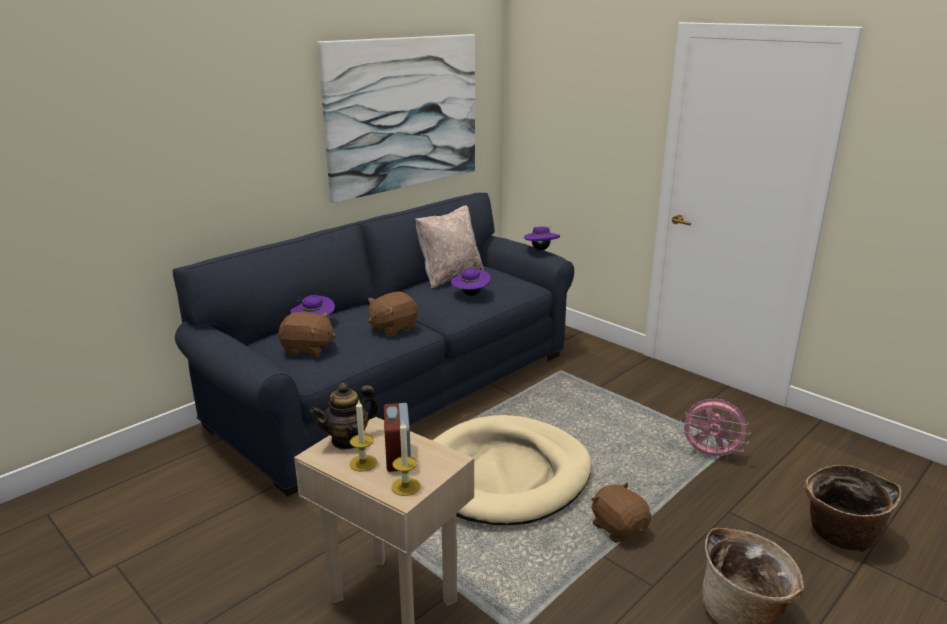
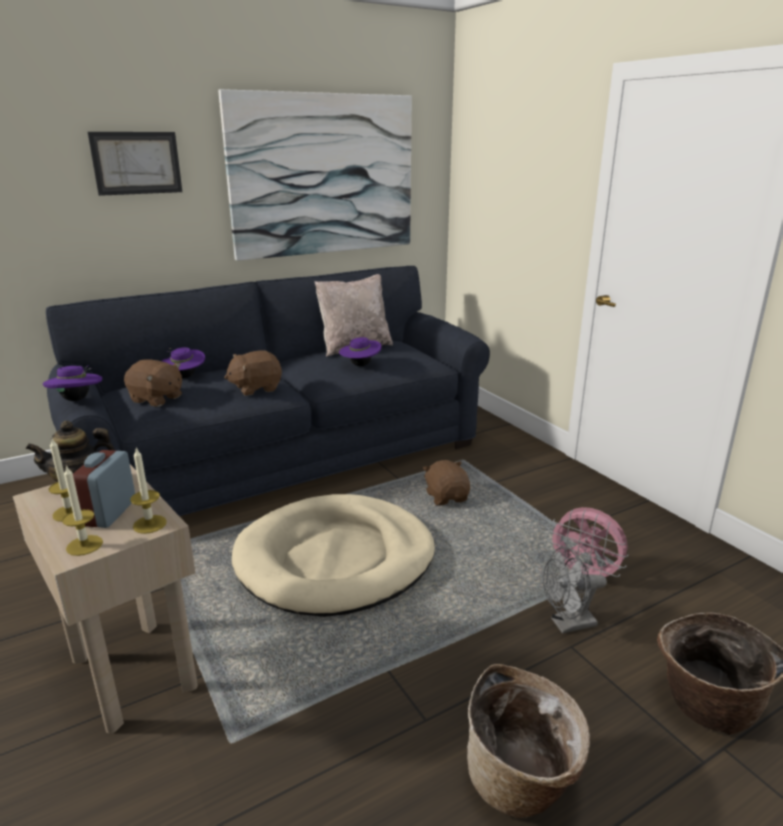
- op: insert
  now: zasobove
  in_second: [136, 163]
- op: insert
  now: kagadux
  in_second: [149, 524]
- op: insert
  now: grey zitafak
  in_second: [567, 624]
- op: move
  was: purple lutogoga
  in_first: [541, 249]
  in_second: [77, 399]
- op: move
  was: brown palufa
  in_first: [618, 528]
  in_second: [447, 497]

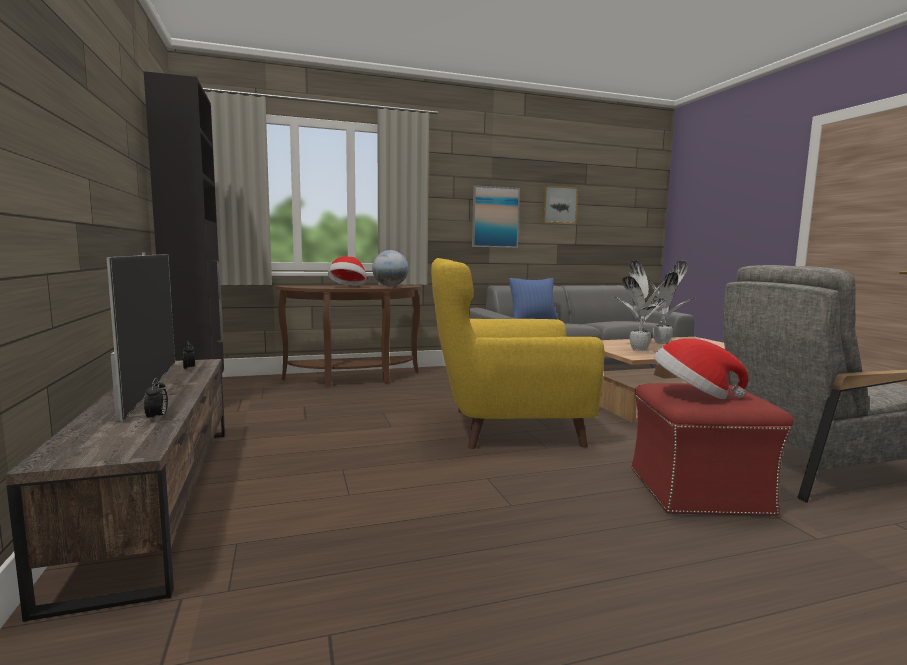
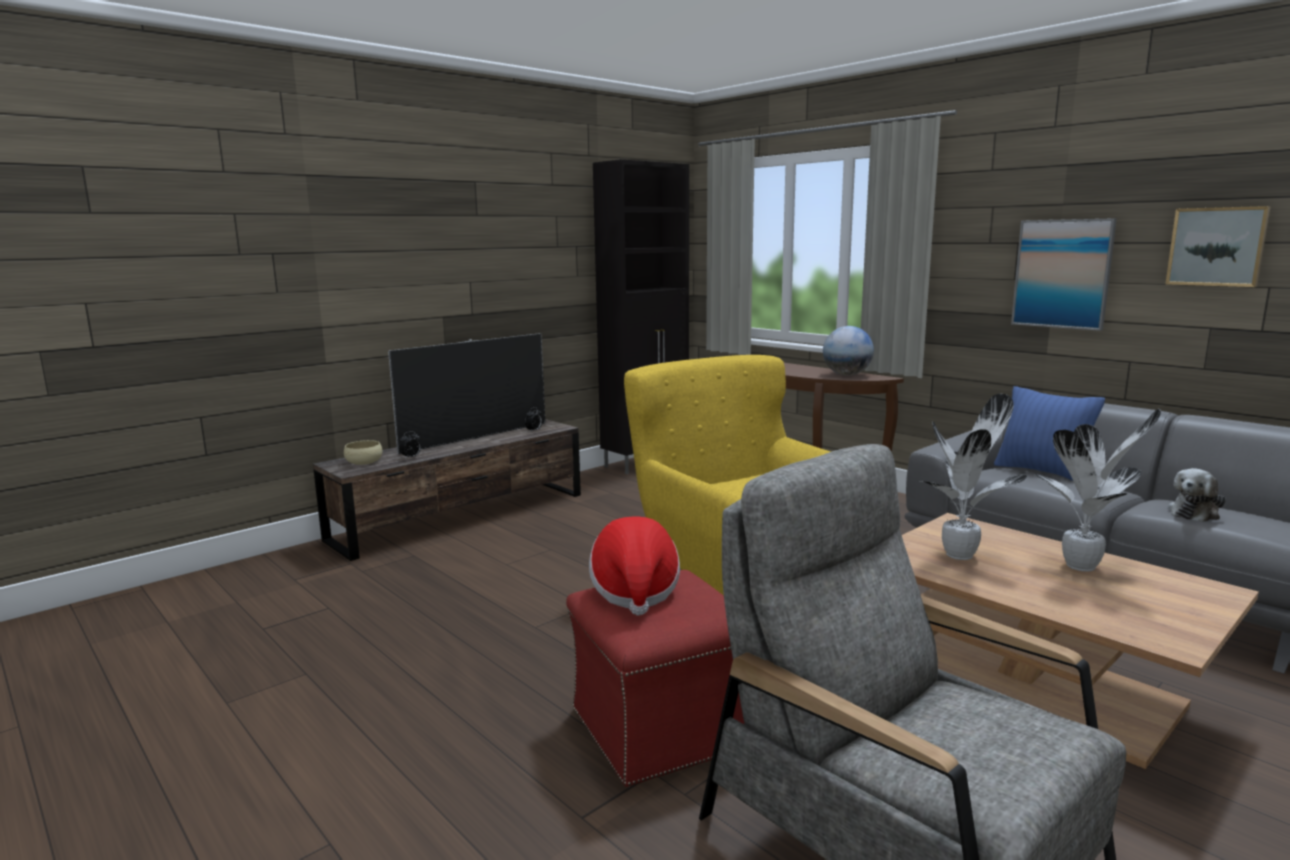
- op: delete
  was: lutogoga
  in_first: [348, 287]
- op: insert
  now: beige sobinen
  in_second: [364, 462]
- op: insert
  now: palufa
  in_second: [1195, 513]

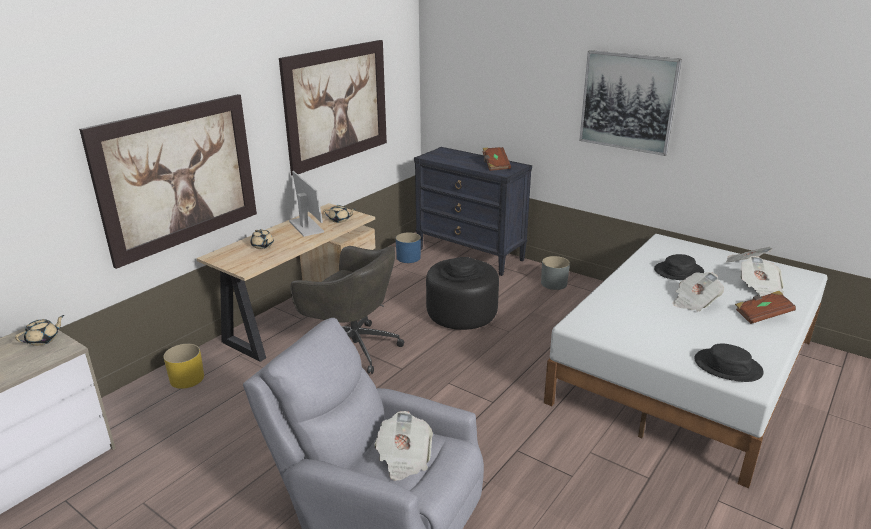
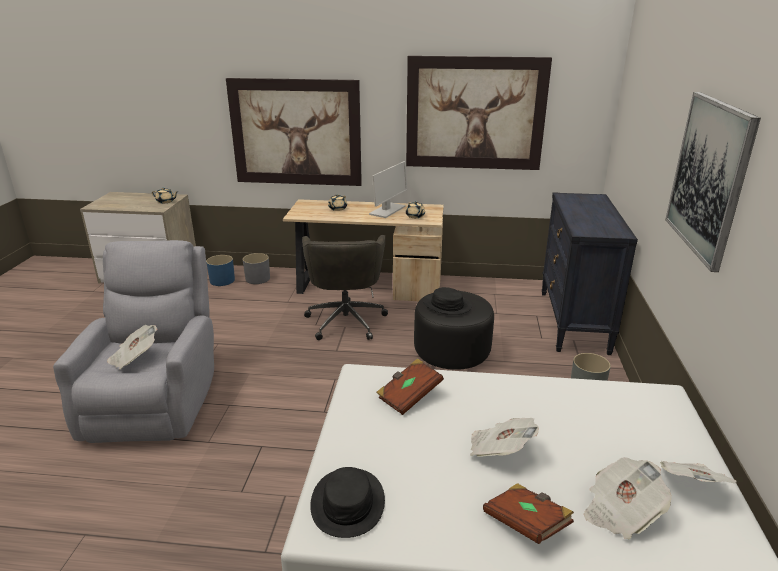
- op: delete
  was: black lutogoga
  in_first: [678, 271]
- op: move
  was: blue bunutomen
  in_first: [408, 257]
  in_second: [222, 280]
- op: move
  was: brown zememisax
  in_first: [495, 165]
  in_second: [409, 396]
- op: recolor
  was: yellow bunutomen
  now: grey bunutomen
  in_first: [187, 378]
  in_second: [258, 279]

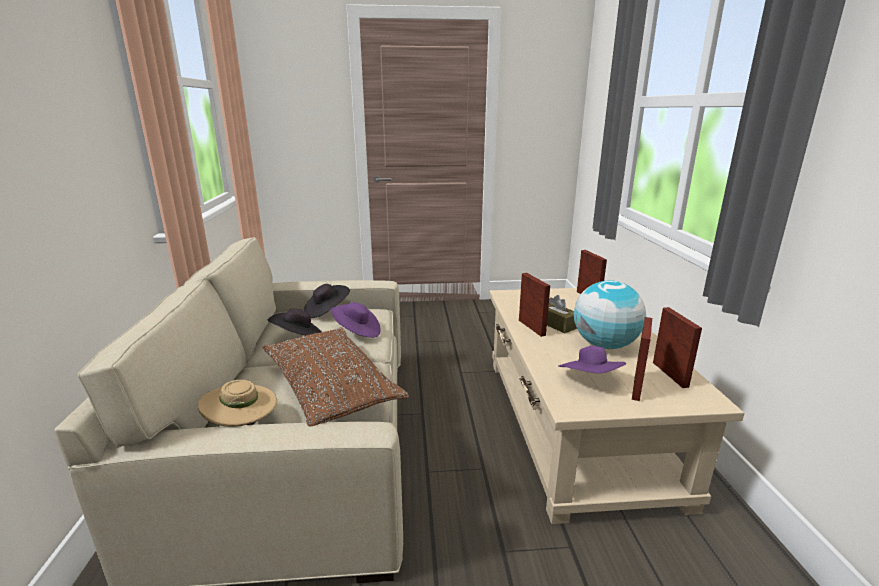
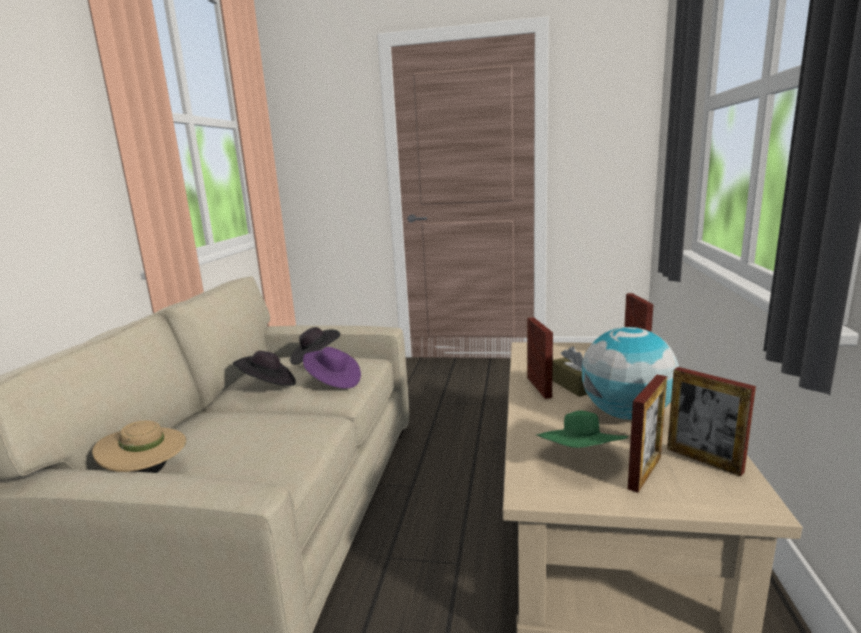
- op: delete
  was: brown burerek
  in_first: [330, 388]
- op: recolor
  was: purple lutogoga
  now: green lutogoga
  in_first: [590, 380]
  in_second: [581, 458]
- op: rotate
  was: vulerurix
  in_first: [670, 374]
  in_second: [704, 460]
  clockwise: 135

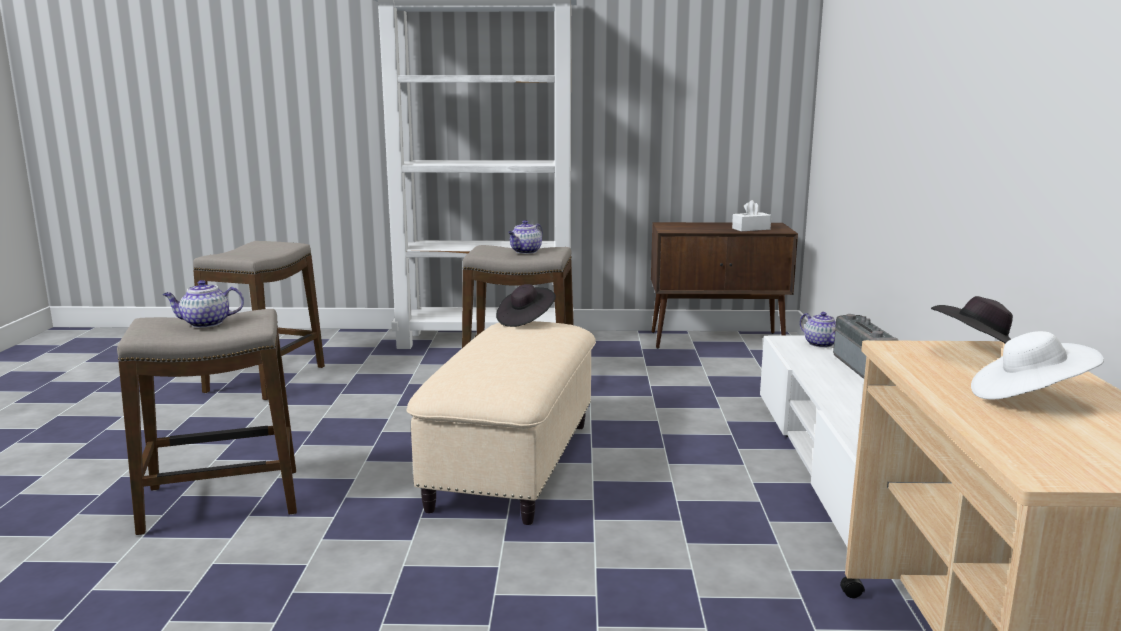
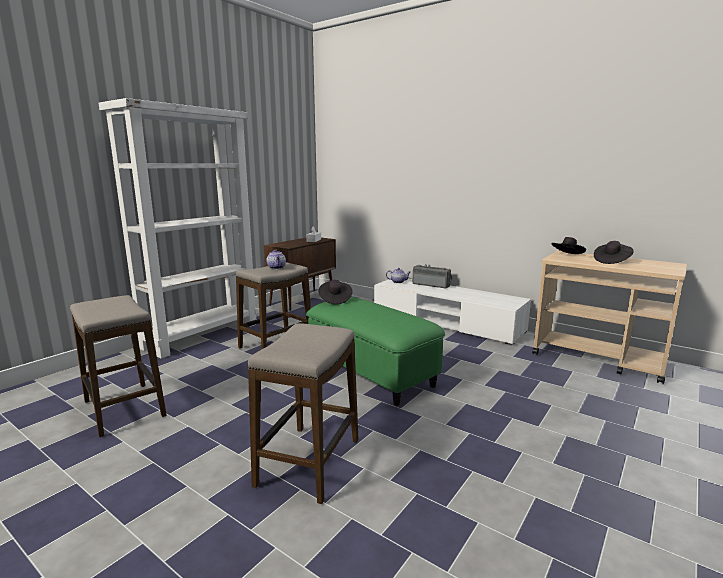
- op: delete
  was: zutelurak
  in_first: [205, 324]
- op: recolor
  was: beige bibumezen
  now: green bibumezen
  in_first: [514, 465]
  in_second: [372, 373]
- op: recolor
  was: white lutogoga
  now: black lutogoga
  in_first: [1028, 397]
  in_second: [611, 261]

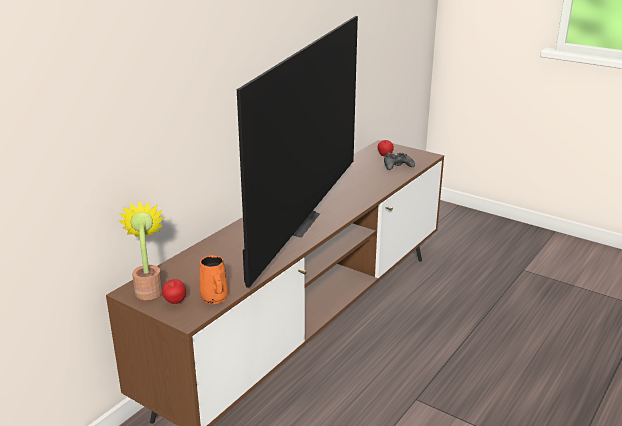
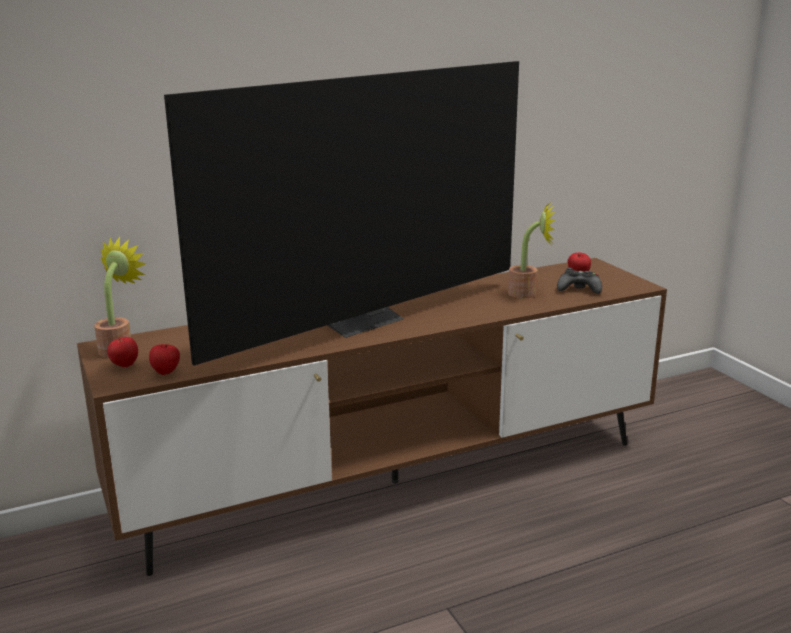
- op: insert
  now: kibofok
  in_second: [528, 293]
- op: replace
  was: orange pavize
  now: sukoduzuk
  in_first: [215, 299]
  in_second: [166, 373]

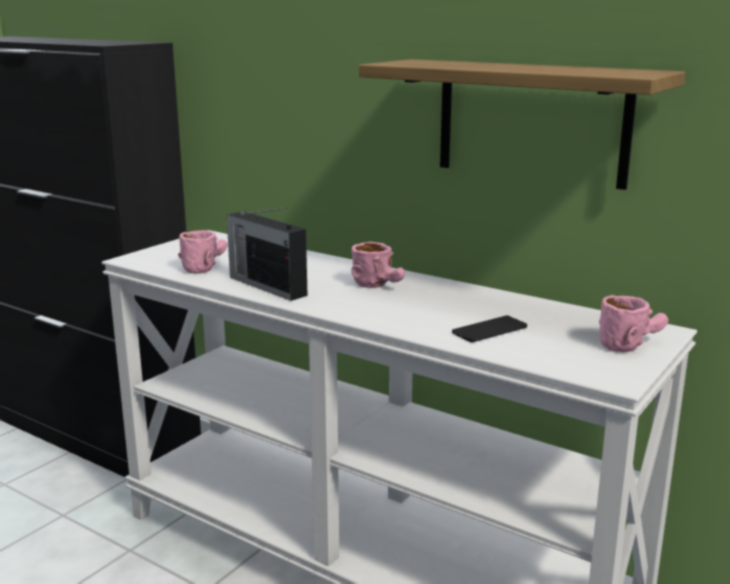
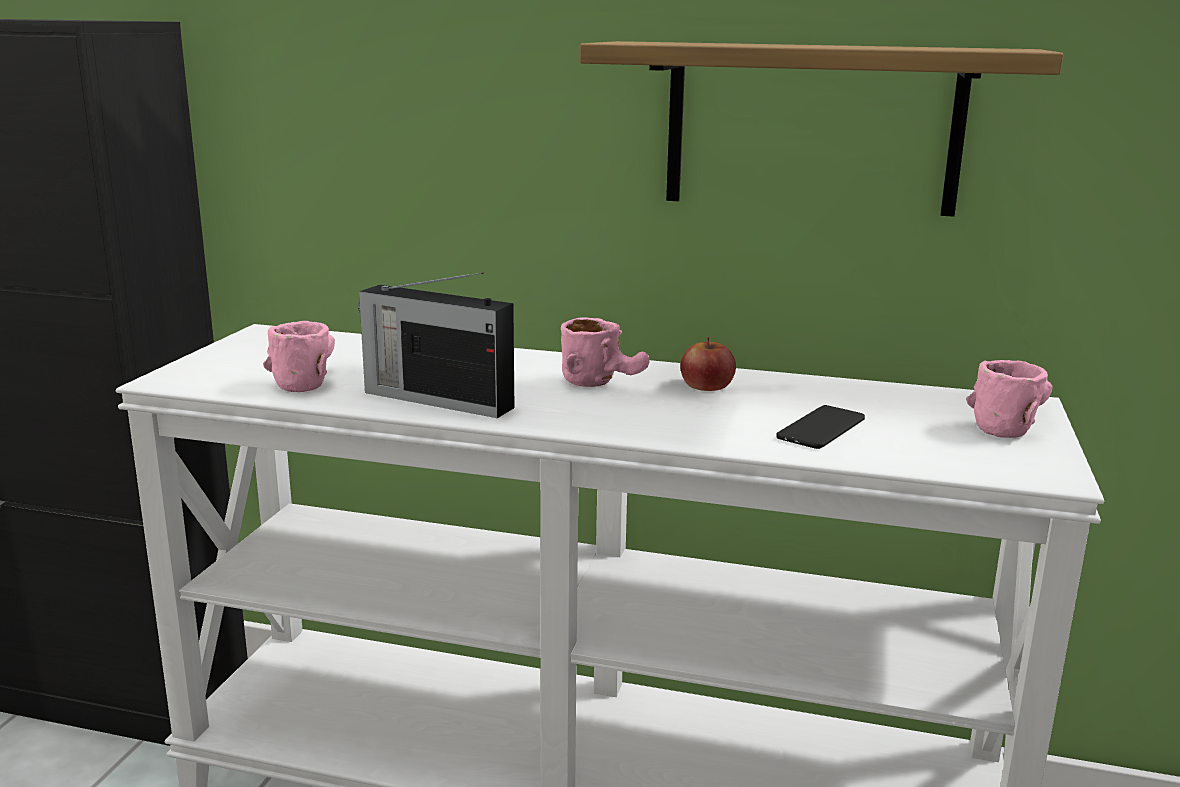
- op: insert
  now: sukoduzuk
  in_second: [707, 385]

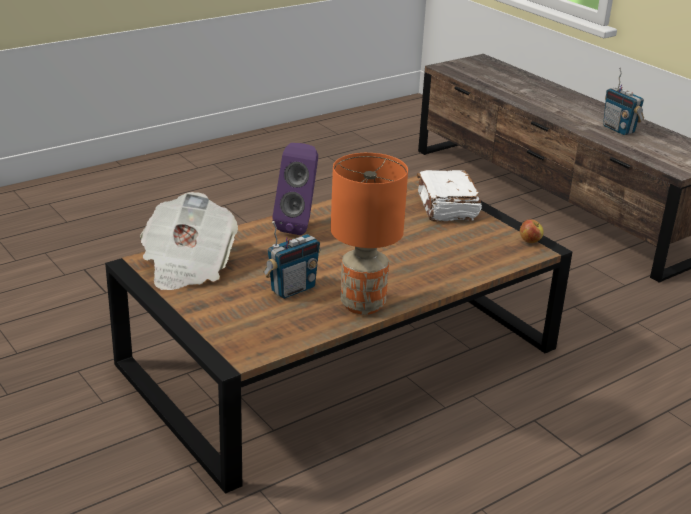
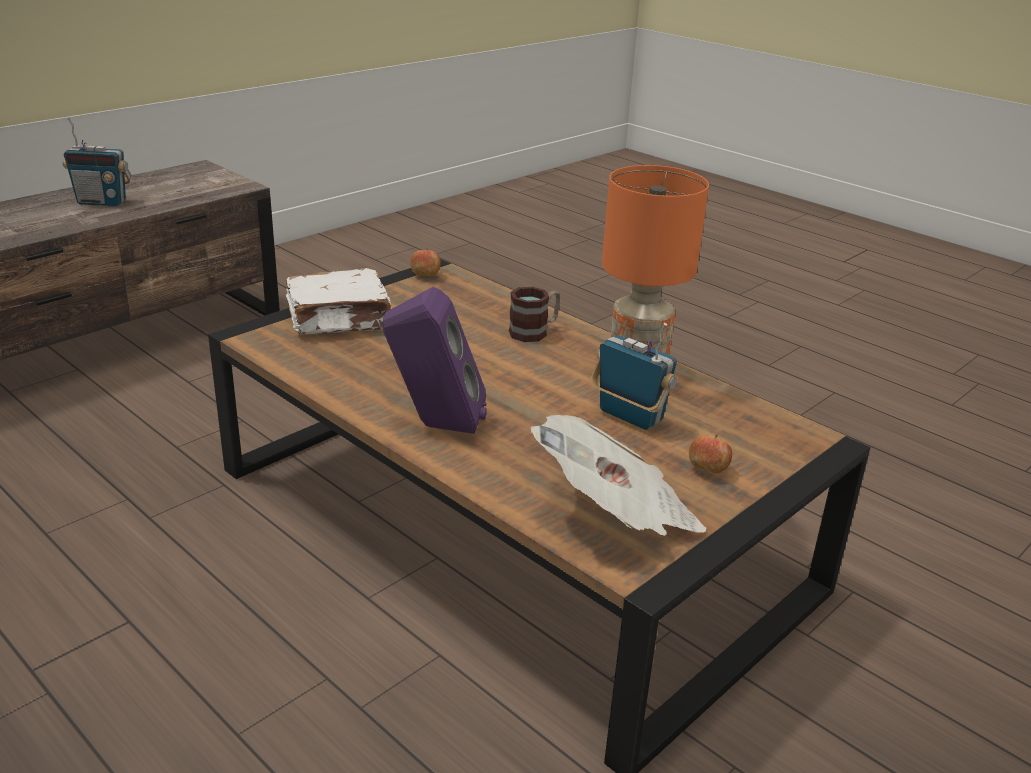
- op: insert
  now: pavize
  in_second: [534, 331]
- op: insert
  now: sukoduzuk
  in_second: [707, 470]
- op: rotate
  was: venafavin
  in_first: [619, 129]
  in_second: [102, 202]
  clockwise: 45

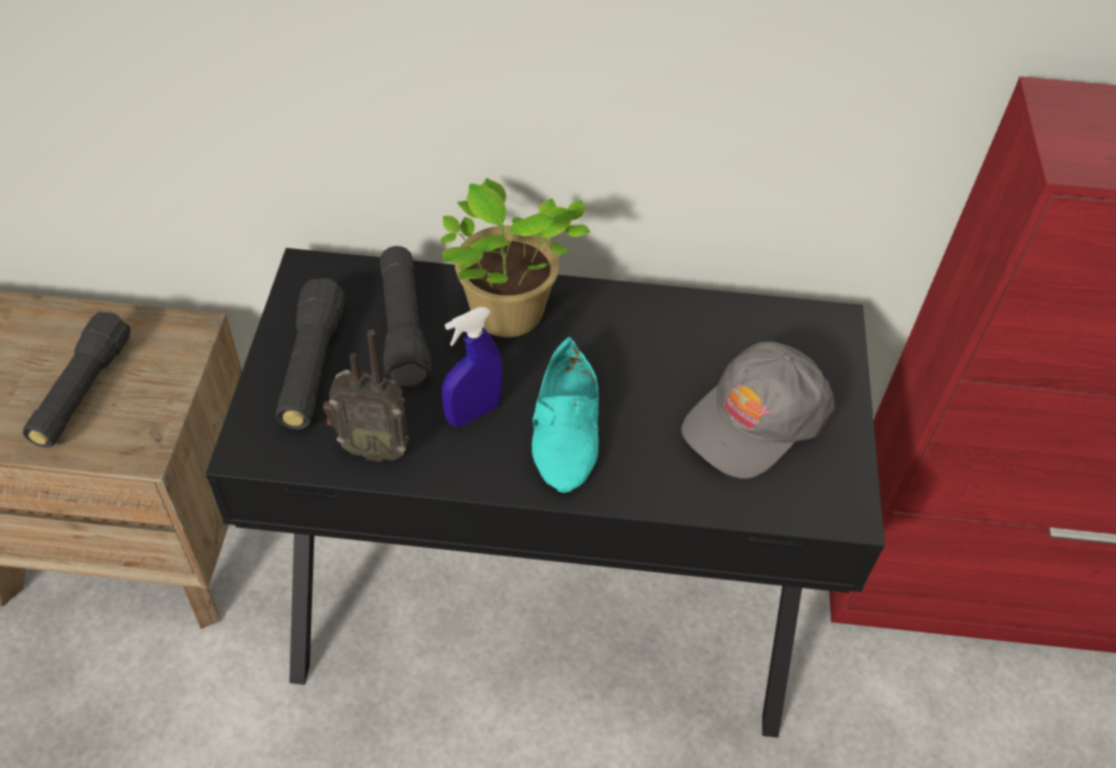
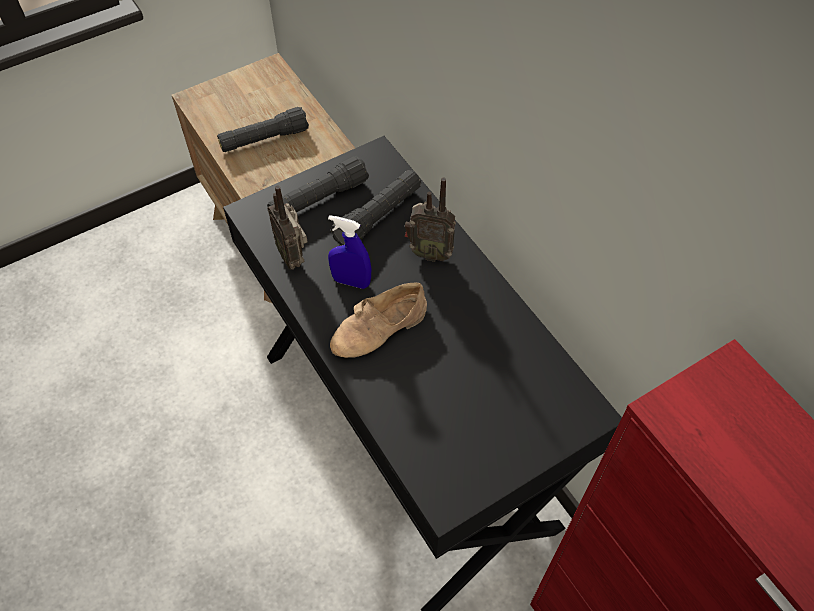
- op: delete
  was: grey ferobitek
  in_first: [755, 419]
- op: replace
  was: kibofok
  now: venafavin
  in_first: [506, 316]
  in_second: [429, 252]
- op: recolor
  was: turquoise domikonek
  now: beige domikonek
  in_first: [570, 429]
  in_second: [380, 330]

